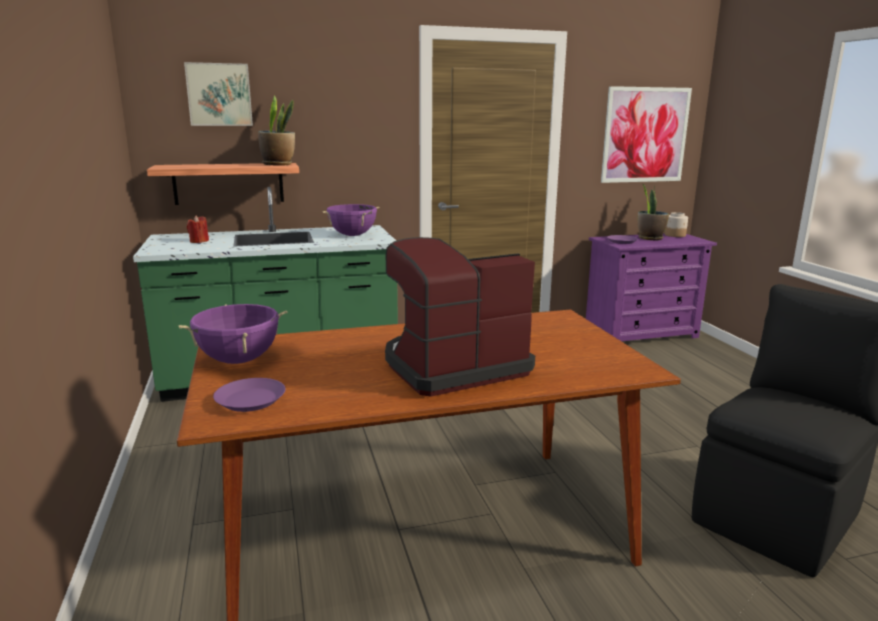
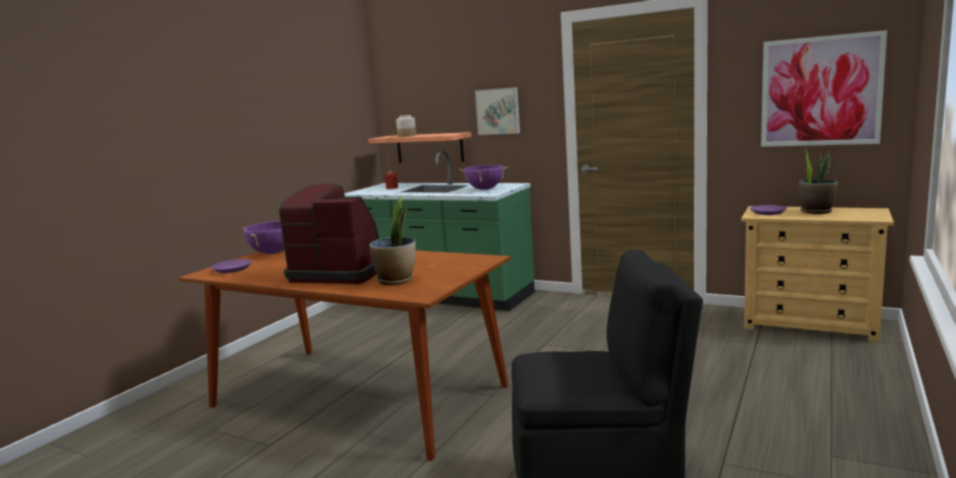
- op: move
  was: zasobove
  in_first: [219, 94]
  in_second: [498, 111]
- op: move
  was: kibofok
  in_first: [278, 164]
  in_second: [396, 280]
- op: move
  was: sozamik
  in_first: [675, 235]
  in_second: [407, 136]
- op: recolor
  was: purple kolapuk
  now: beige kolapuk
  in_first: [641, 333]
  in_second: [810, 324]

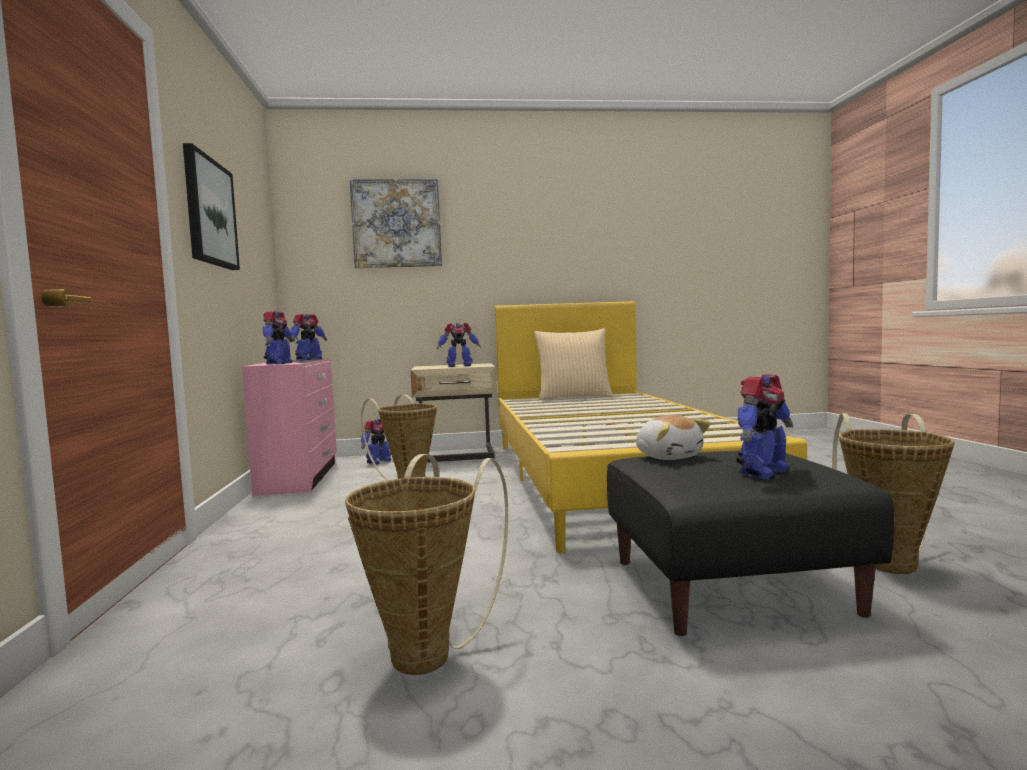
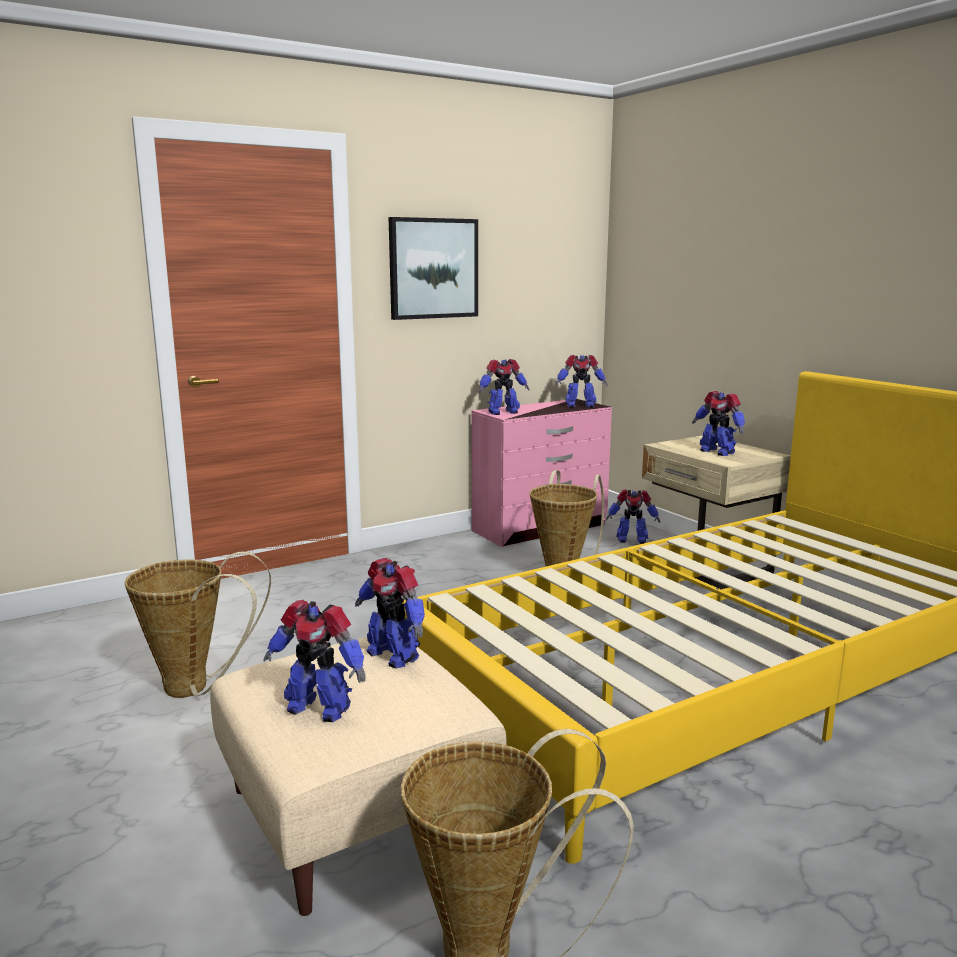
- op: delete
  was: zasobove
  in_first: [396, 223]
- op: delete
  was: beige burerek
  in_first: [574, 397]
- op: replace
  was: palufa
  now: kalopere
  in_first: [669, 456]
  in_second: [393, 655]
- op: recolor
  was: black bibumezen
  now: beige bibumezen
  in_first: [730, 585]
  in_second: [357, 813]

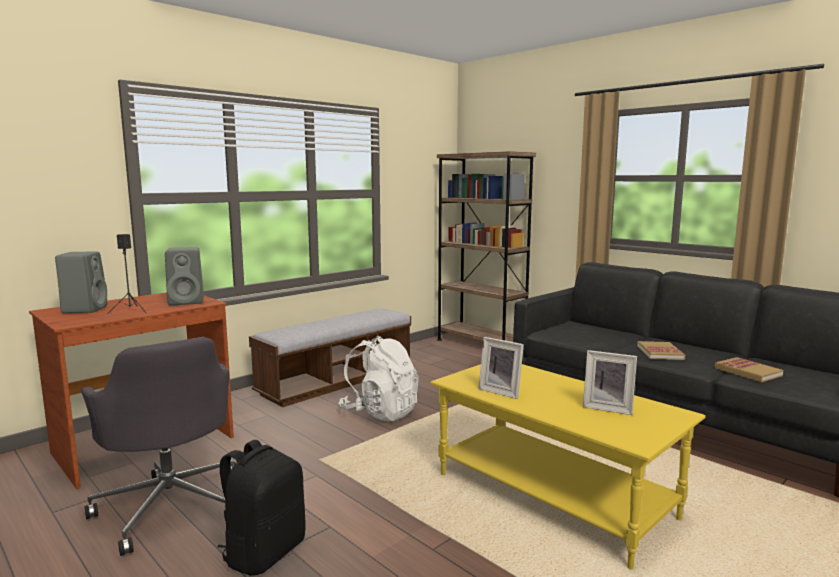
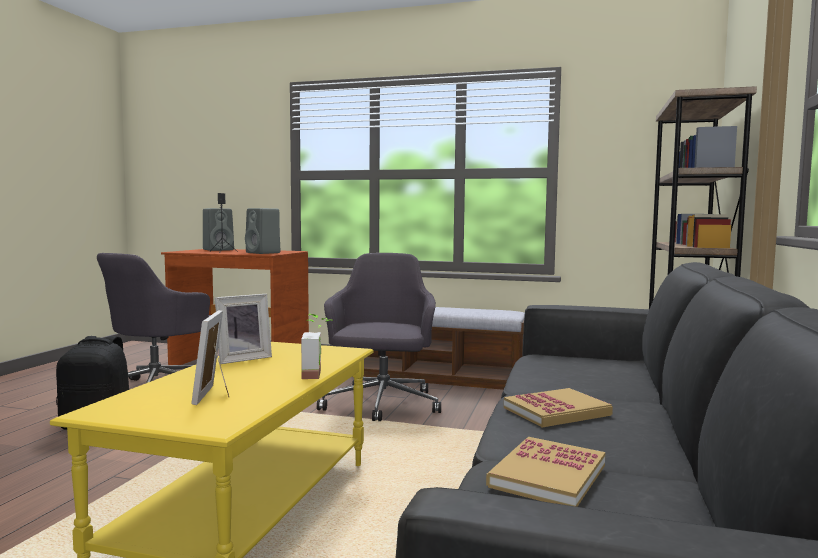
- op: insert
  now: kibofok
  in_second: [318, 374]
- op: replace
  was: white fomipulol
  now: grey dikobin
  in_first: [380, 412]
  in_second: [382, 405]
- op: rotate
  was: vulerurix
  in_first: [501, 391]
  in_second: [242, 358]
  clockwise: -135

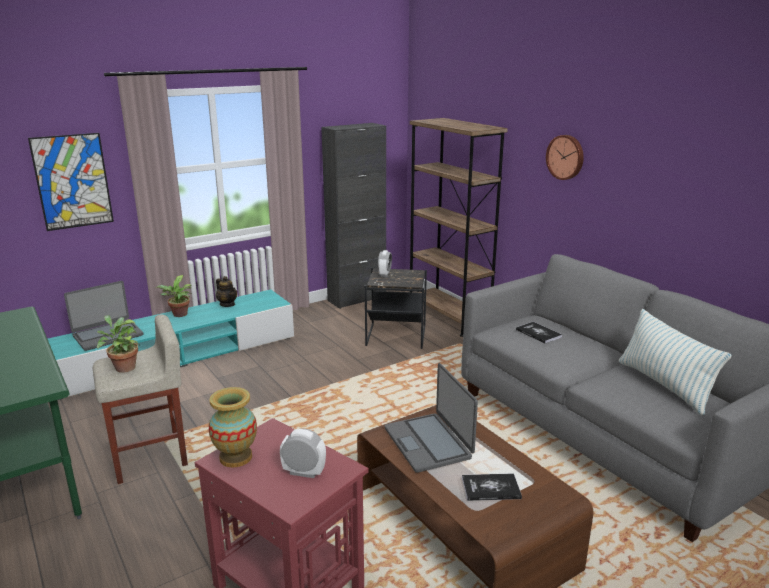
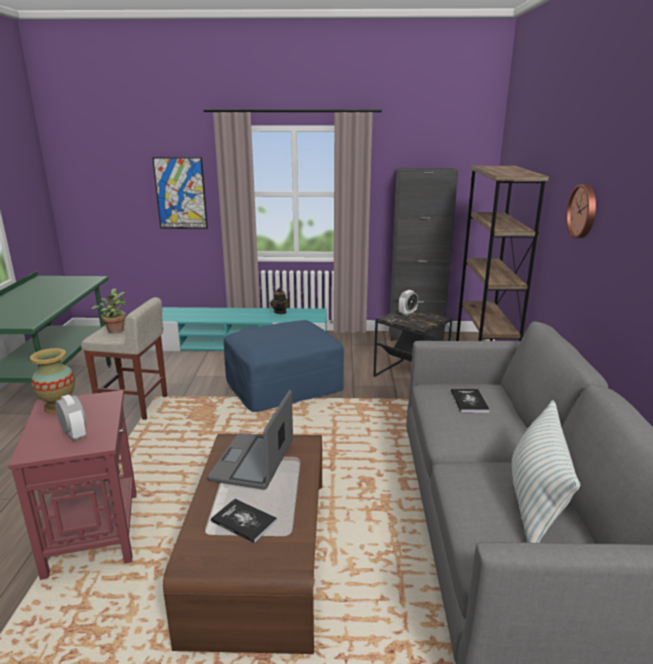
- op: delete
  was: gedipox
  in_first: [107, 335]
- op: delete
  was: kibofok
  in_first: [179, 315]
- op: insert
  now: blue bibumezen
  in_second: [284, 384]

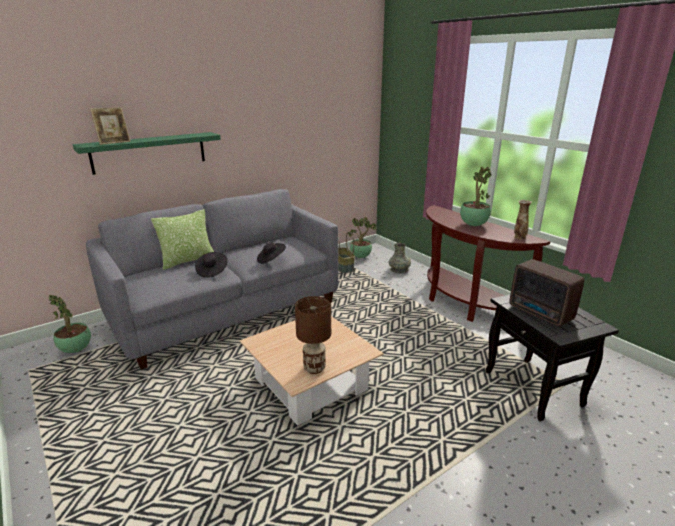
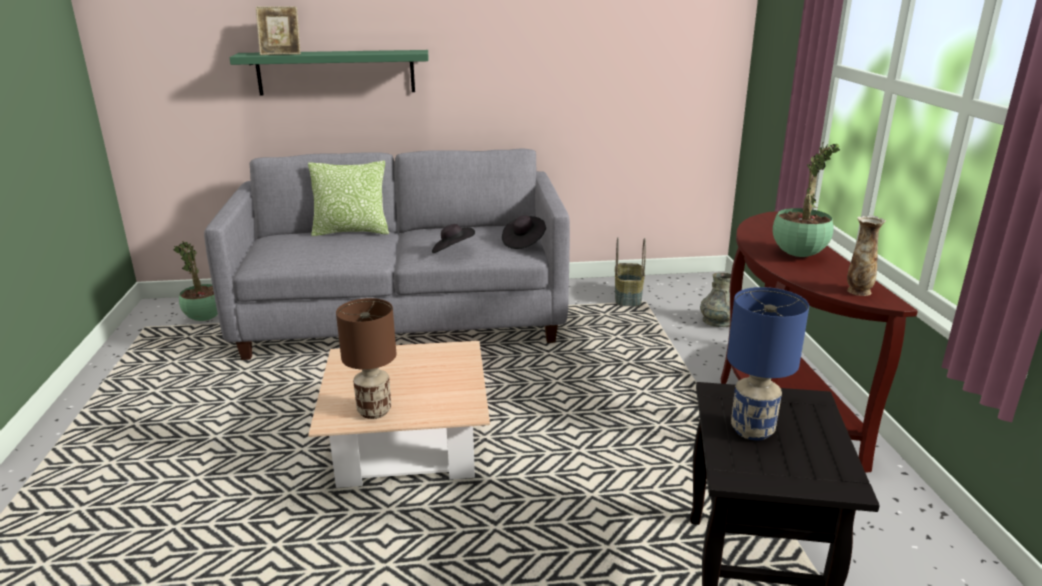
- op: delete
  was: kibofok
  in_first: [361, 257]
- op: move
  was: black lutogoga
  in_first: [212, 271]
  in_second: [523, 242]
- op: replace
  was: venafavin
  now: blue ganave
  in_first: [541, 314]
  in_second: [753, 431]

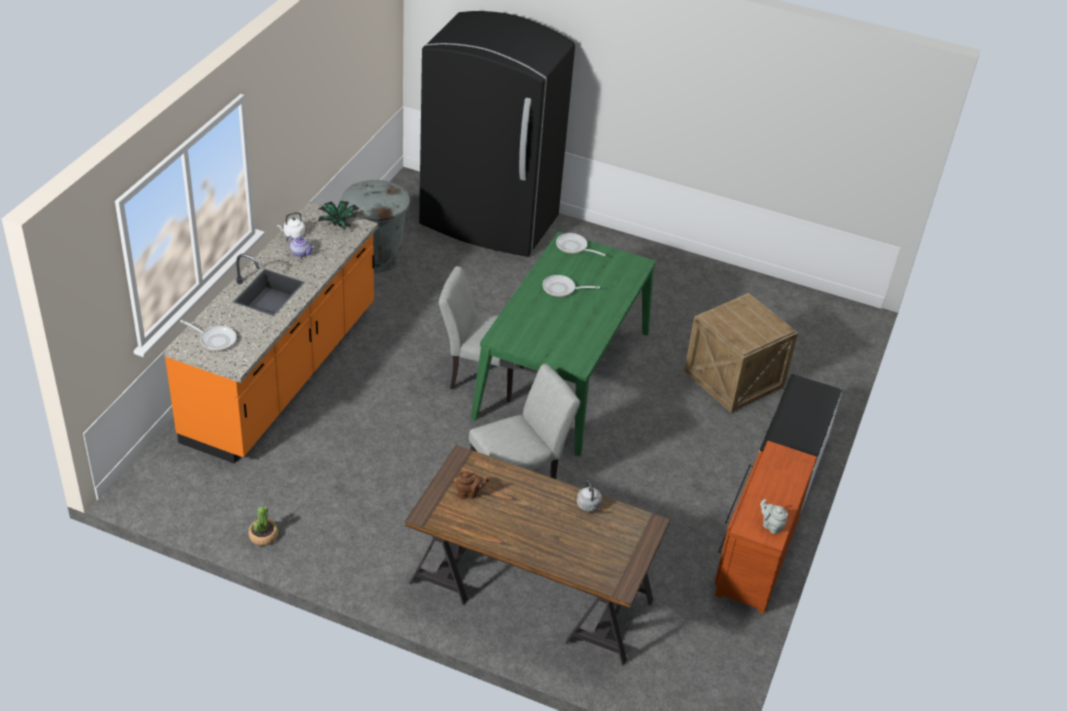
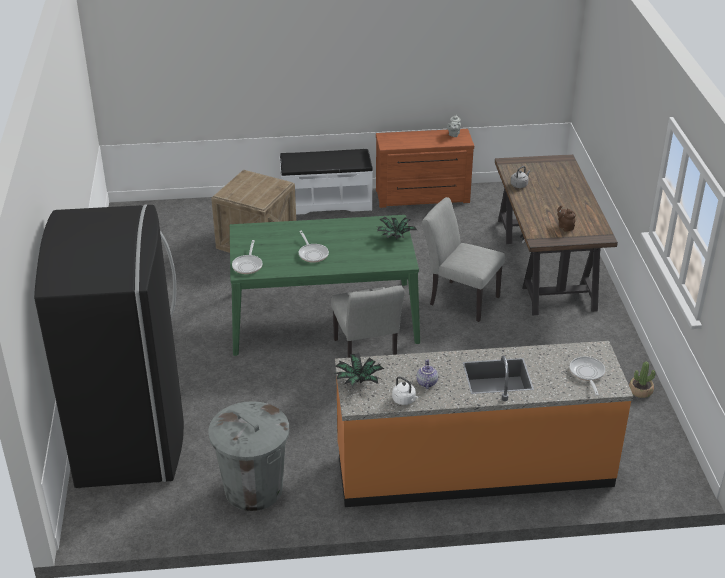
- op: insert
  now: kibofok
  in_second: [395, 236]

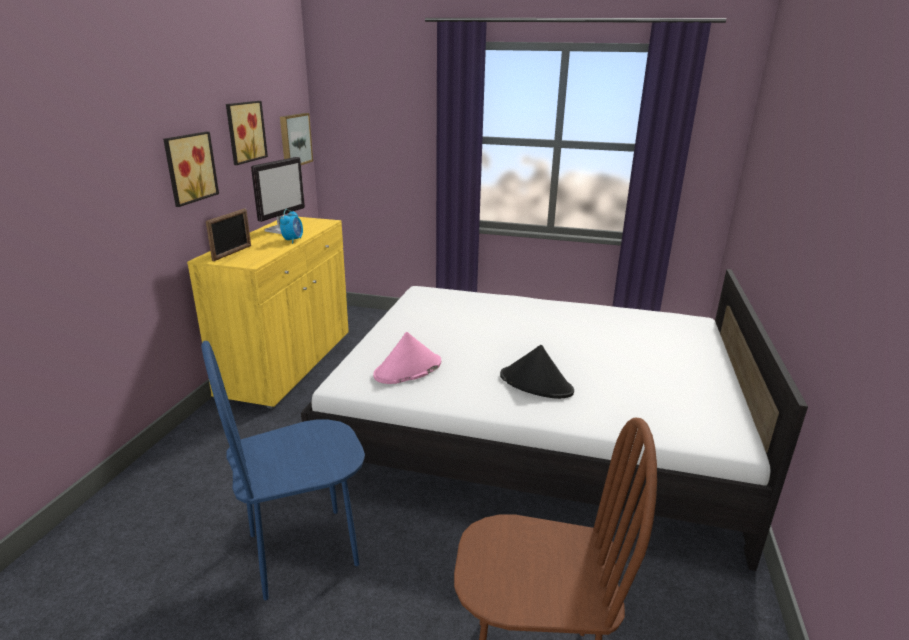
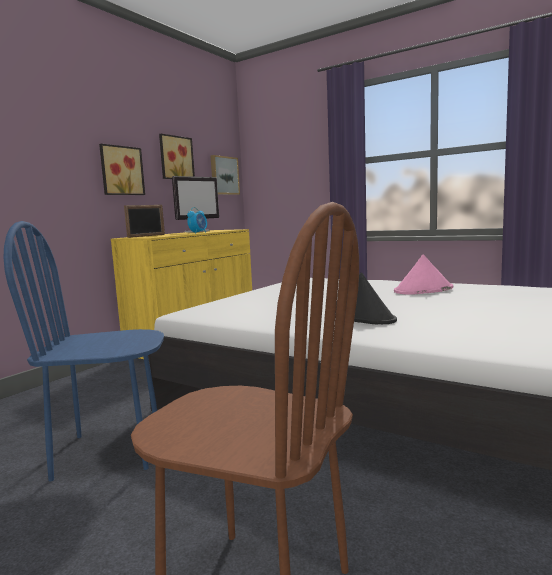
- op: move
  was: pink lutogoga
  in_first: [408, 369]
  in_second: [423, 290]

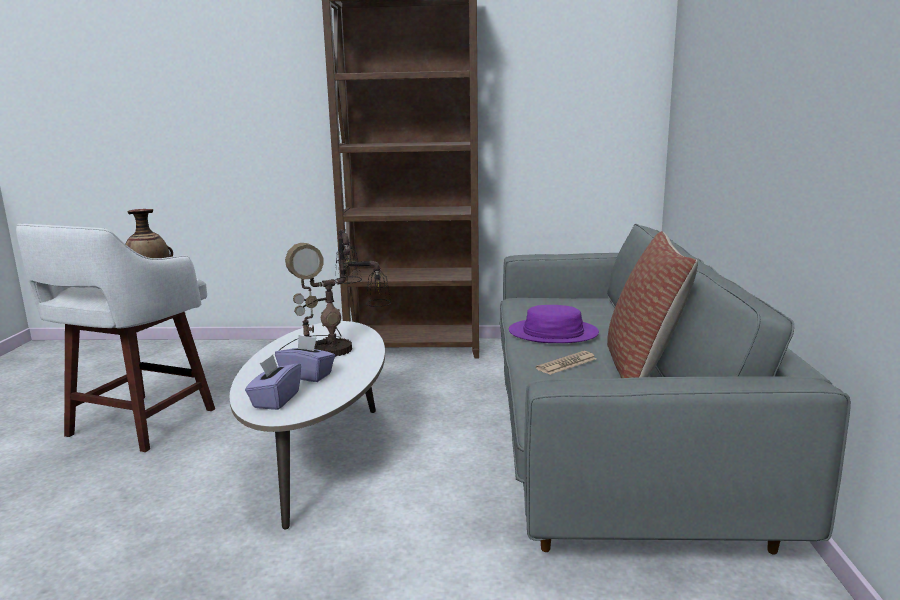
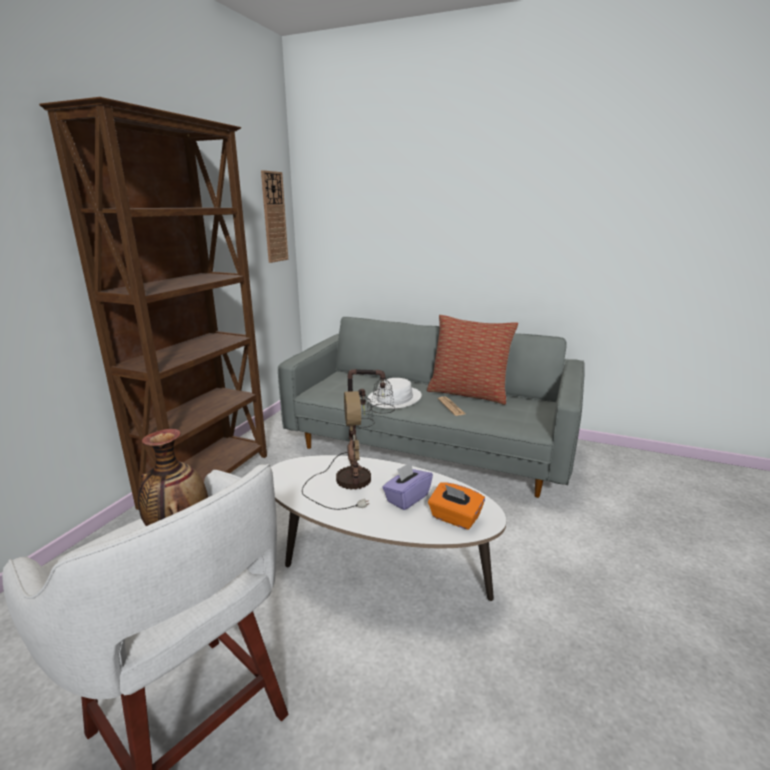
- op: insert
  now: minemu
  in_second: [274, 217]
- op: recolor
  was: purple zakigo
  now: orange zakigo
  in_first: [275, 400]
  in_second: [454, 518]
- op: recolor
  was: purple lutogoga
  now: white lutogoga
  in_first: [553, 333]
  in_second: [394, 398]

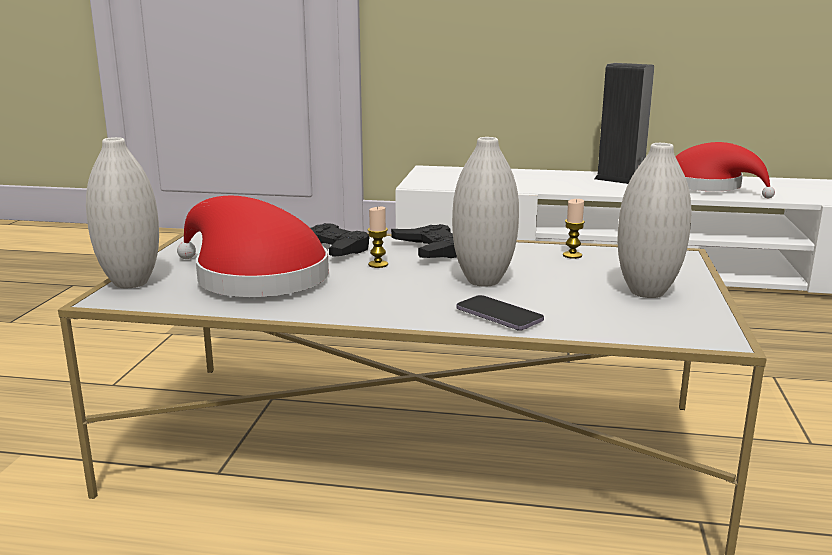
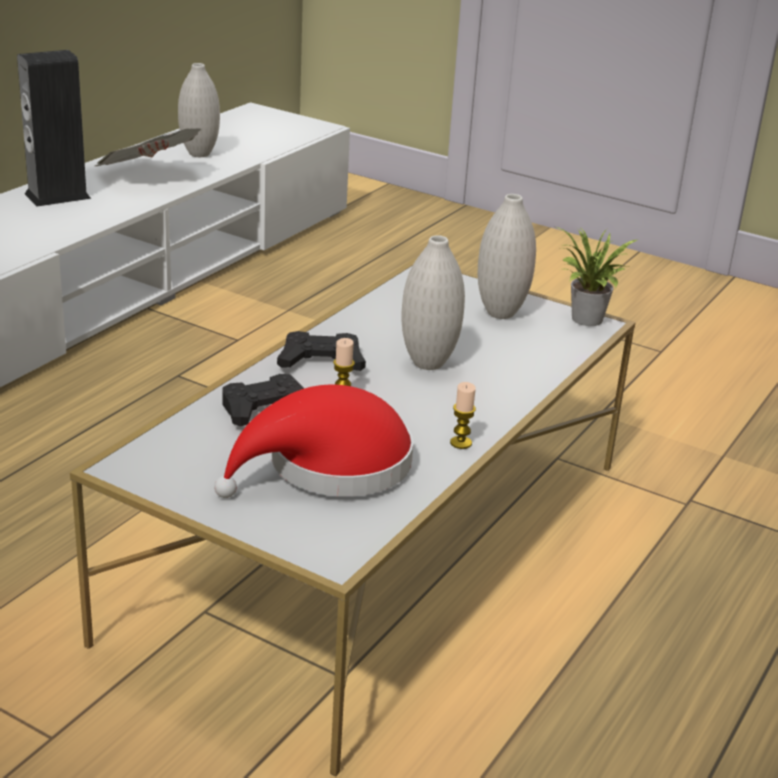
- op: delete
  was: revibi
  in_first: [499, 315]
- op: insert
  now: kibofok
  in_second: [585, 321]
- op: move
  was: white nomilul
  in_first: [131, 283]
  in_second: [199, 154]
- op: move
  was: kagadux
  in_first: [572, 255]
  in_second: [461, 443]
- op: replace
  was: red lutogoga
  now: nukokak
  in_first: [708, 187]
  in_second: [148, 175]

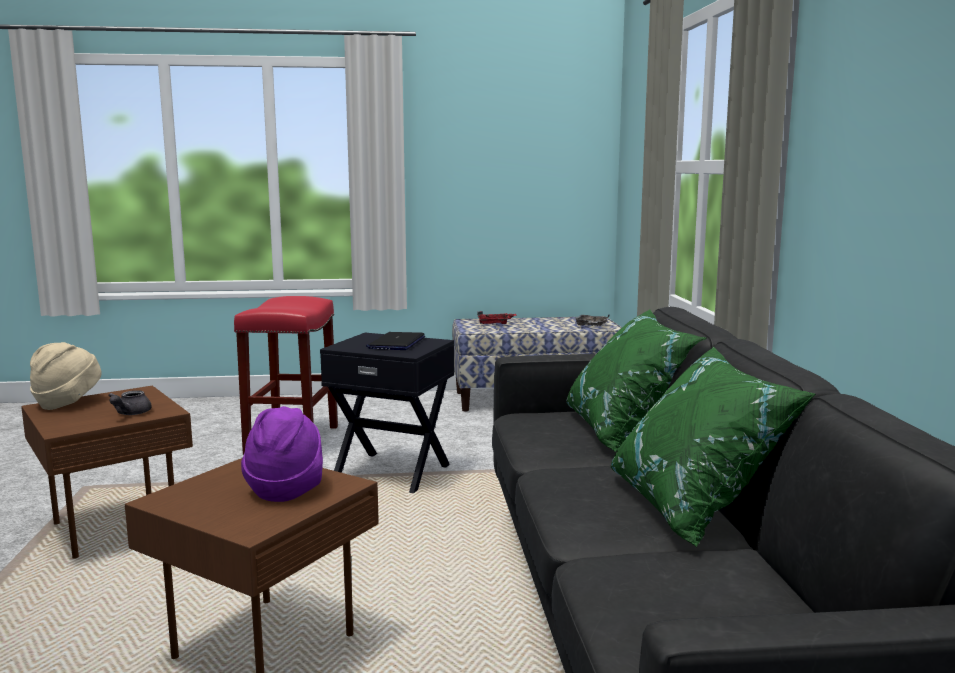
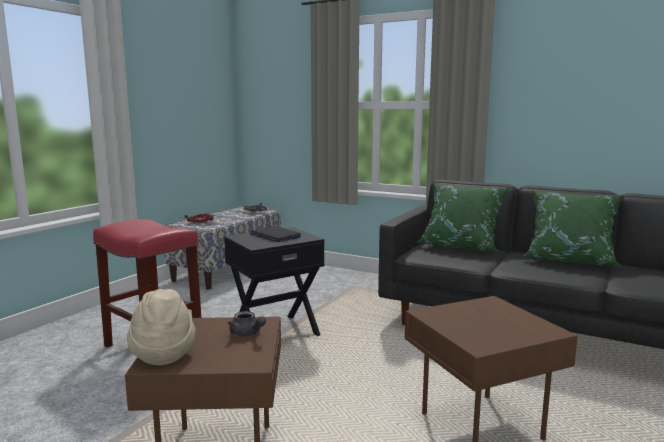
- op: delete
  was: purple lutogoga
  in_first: [286, 488]

